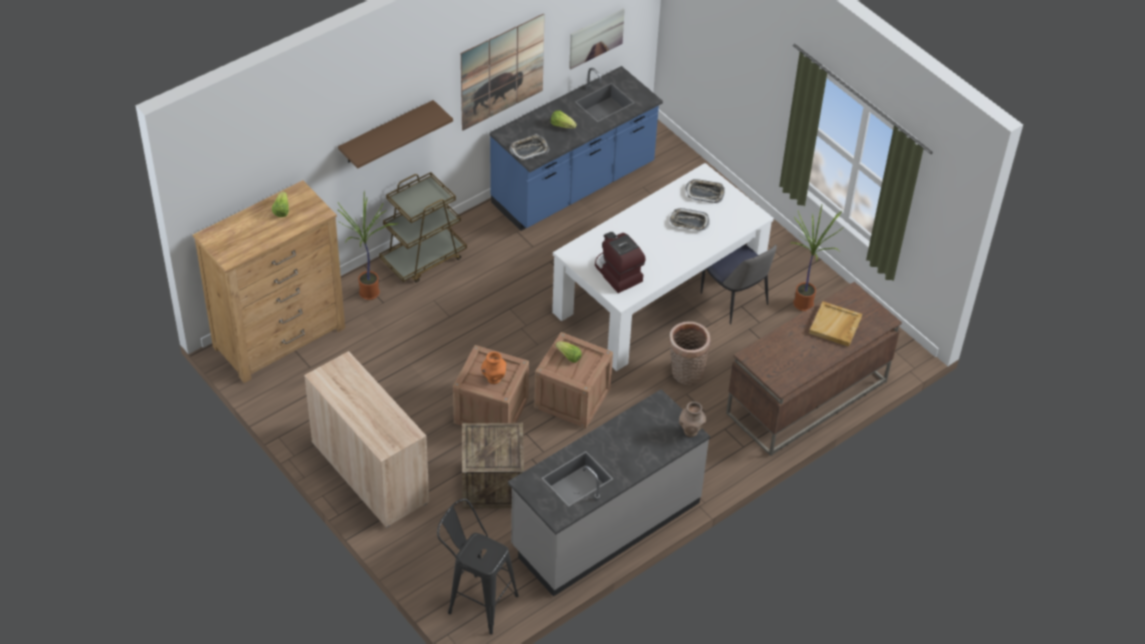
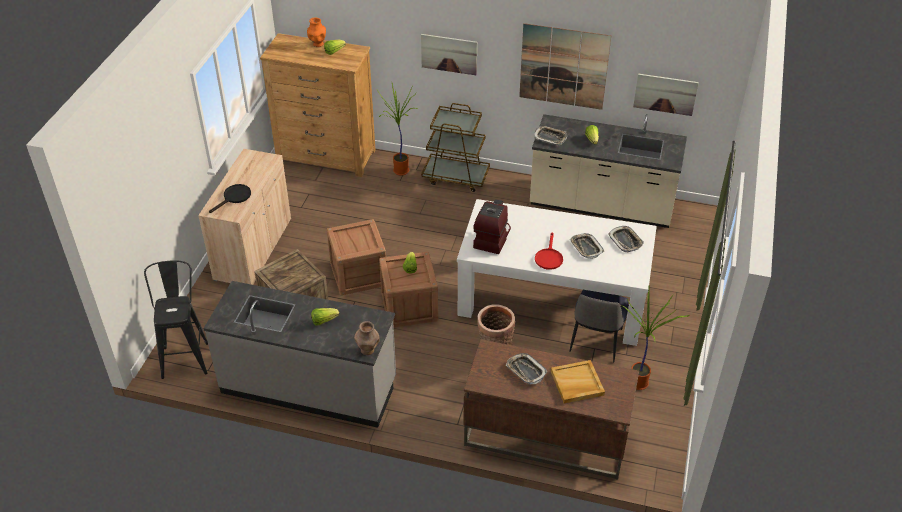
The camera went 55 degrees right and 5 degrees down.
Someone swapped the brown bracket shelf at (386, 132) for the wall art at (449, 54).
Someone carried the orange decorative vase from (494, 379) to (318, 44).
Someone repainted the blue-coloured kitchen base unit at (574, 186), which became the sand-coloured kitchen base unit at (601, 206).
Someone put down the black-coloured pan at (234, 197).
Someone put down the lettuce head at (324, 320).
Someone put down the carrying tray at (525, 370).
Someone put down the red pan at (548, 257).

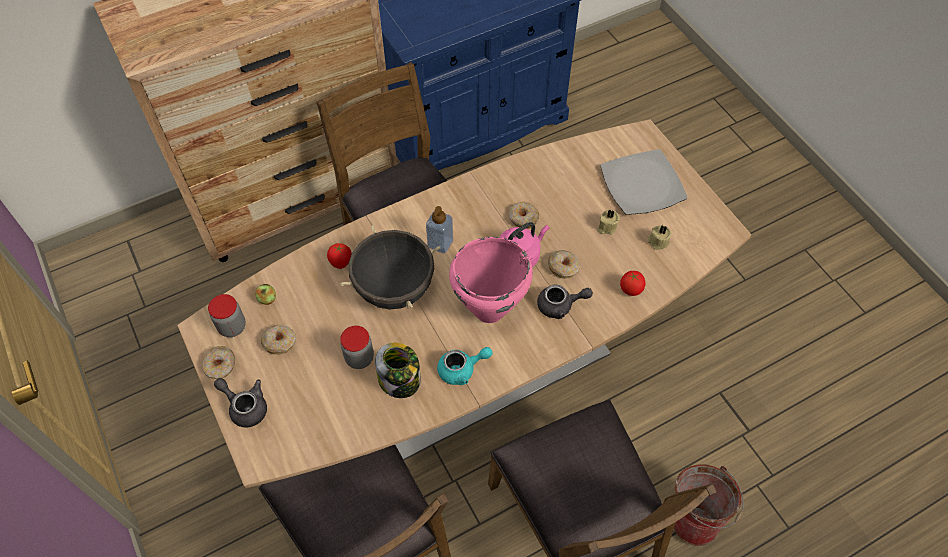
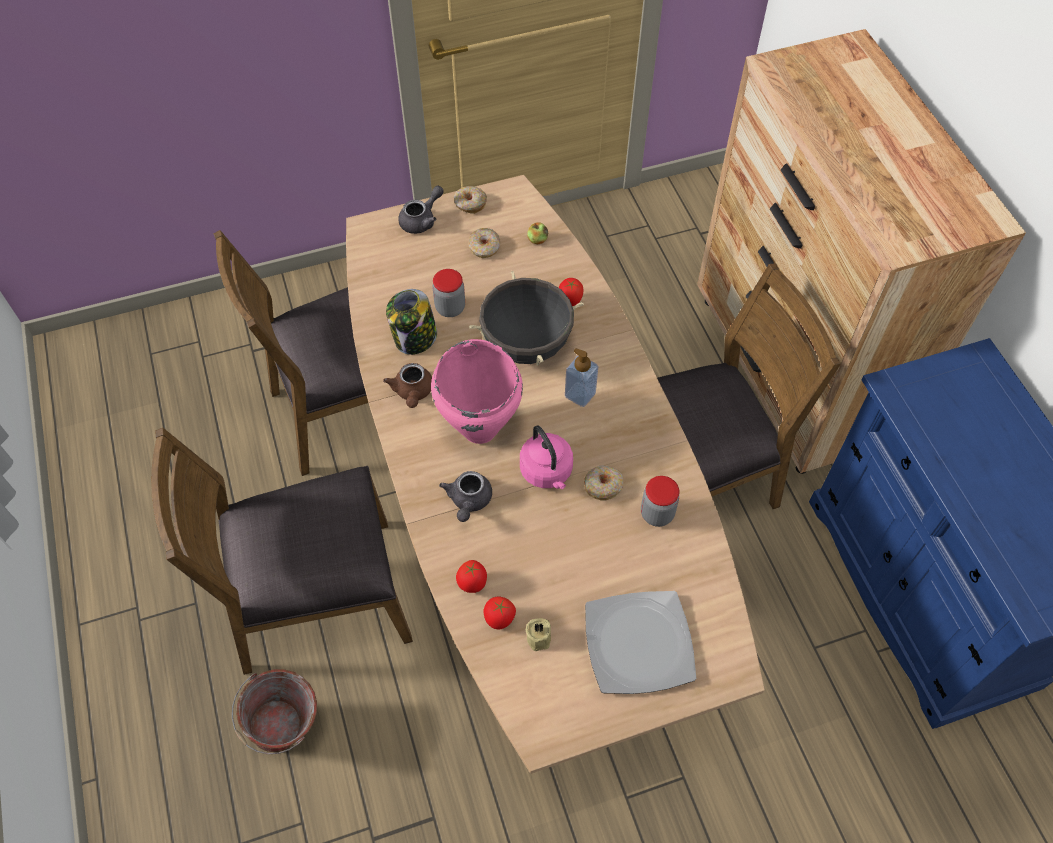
The camera went 100 degrees right and 0 degrees up.
Someone carried the jar from (232, 327) to (657, 513).
Someone repainted the turquoise-coloured pot for tea at (462, 370), which became the brown pot for tea at (412, 392).
Someone took away the doughnut at (563, 267).
Someone took away the sand-coloured wax light at (606, 227).
Someone put down the fresh tomato at (499, 620).

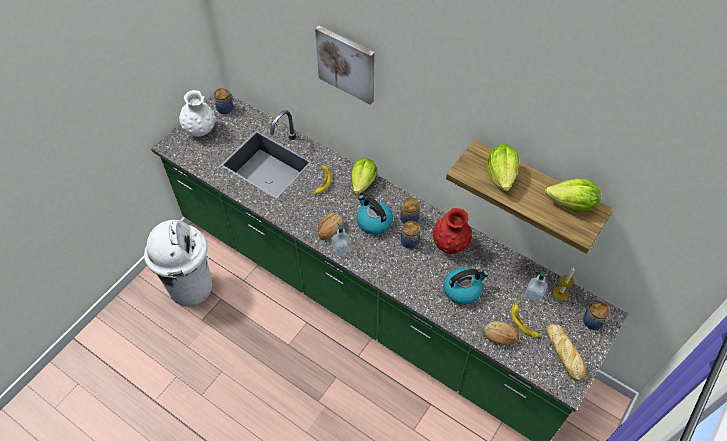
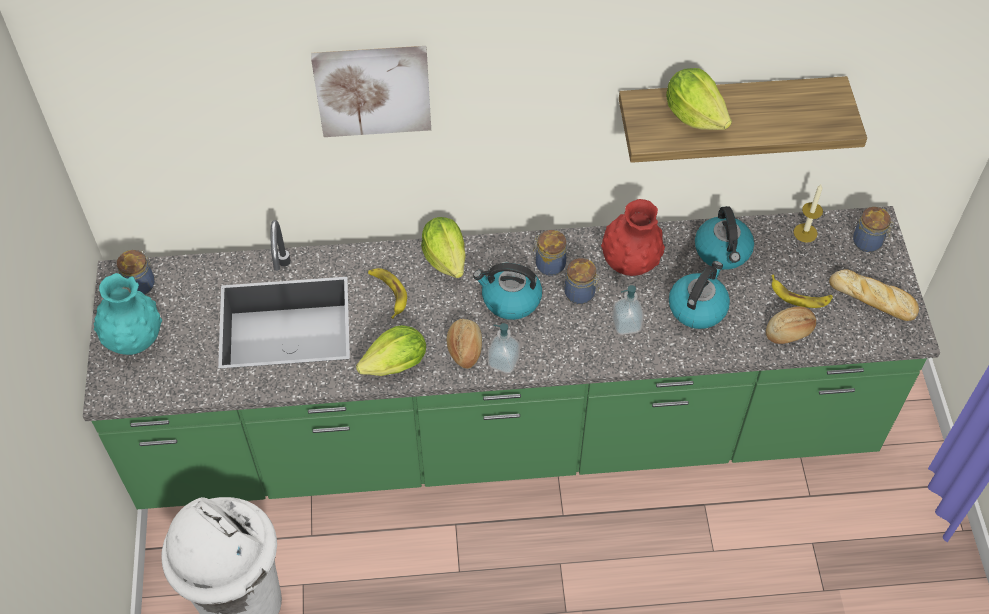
The camera went 40 degrees left and 0 degrees up.
Someone repainted the white decorative vase at (200, 130), which became the turquoise-coloured decorative vase at (135, 339).
Someone carried the soap dispenser from (534, 294) to (626, 324).
Someone carried the lettuce head from (572, 205) to (396, 364).
Someone put down the kettle at (723, 252).

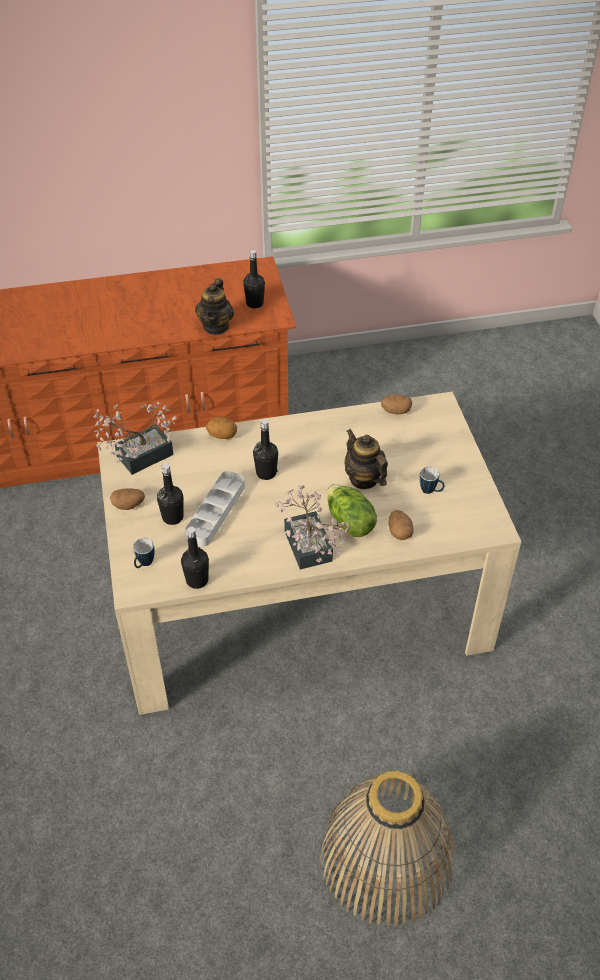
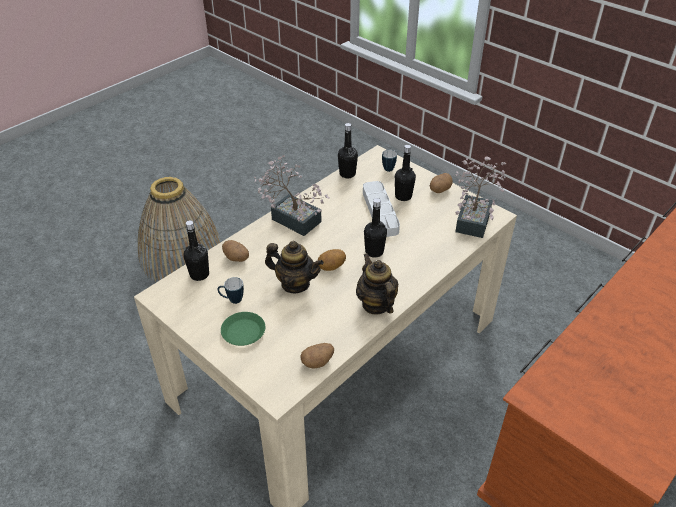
The camera went 145 degrees right and 5 degrees down.
Someone carried the pot for tea from (216, 326) to (376, 304).
Someone carried the whole potato from (222, 435) to (331, 267).
Someone carried the black-coloured beverage bottle from (255, 303) to (199, 274).
Someone took away the lettuce head at (349, 522).
Someone put down the greenish dinner plate at (243, 332).

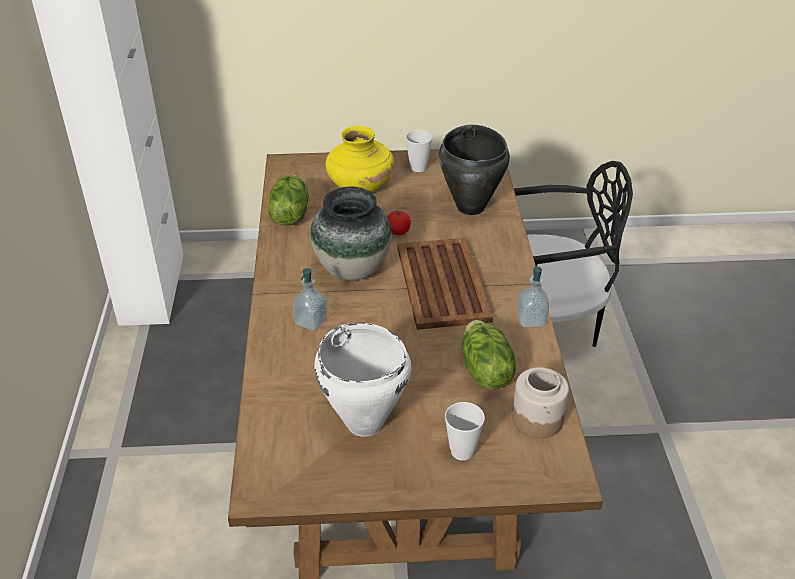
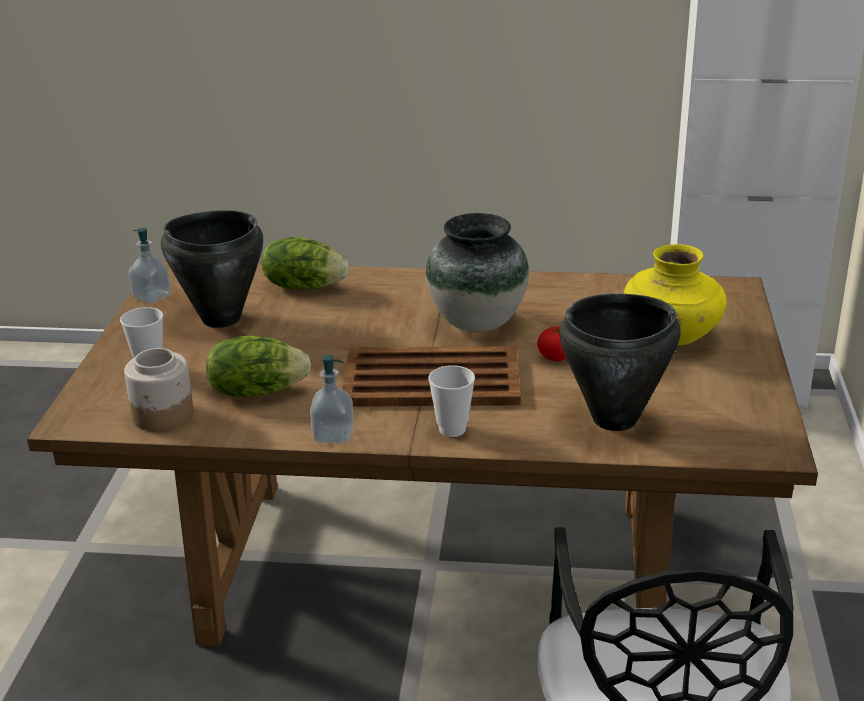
The camera went 100 degrees right and 10 degrees down.
Someone carried the lettuce head from (289, 215) to (304, 286).
Someone carried the soap dispenser from (311, 321) to (152, 297).
Someone repainted the white stockpot at (364, 423), which became the black-coloured stockpot at (220, 319).
Someone carried the drinking cup from (418, 168) to (452, 429).

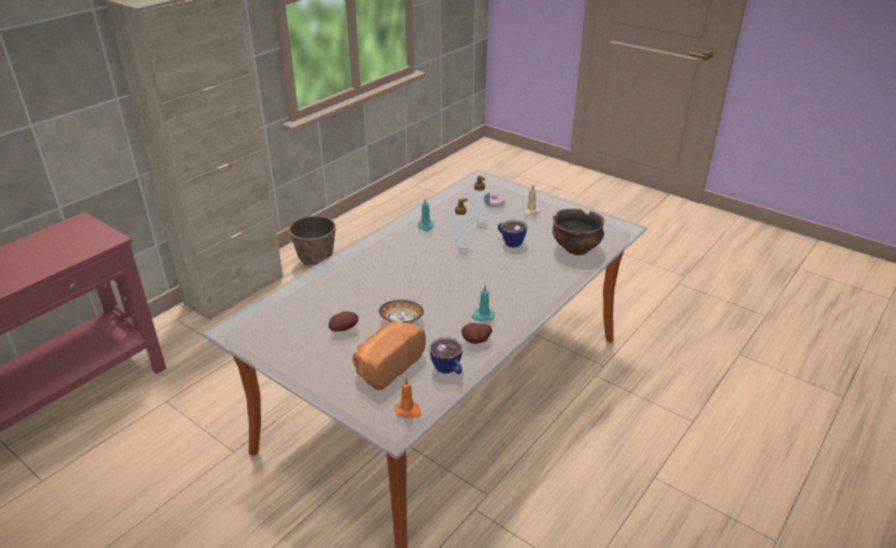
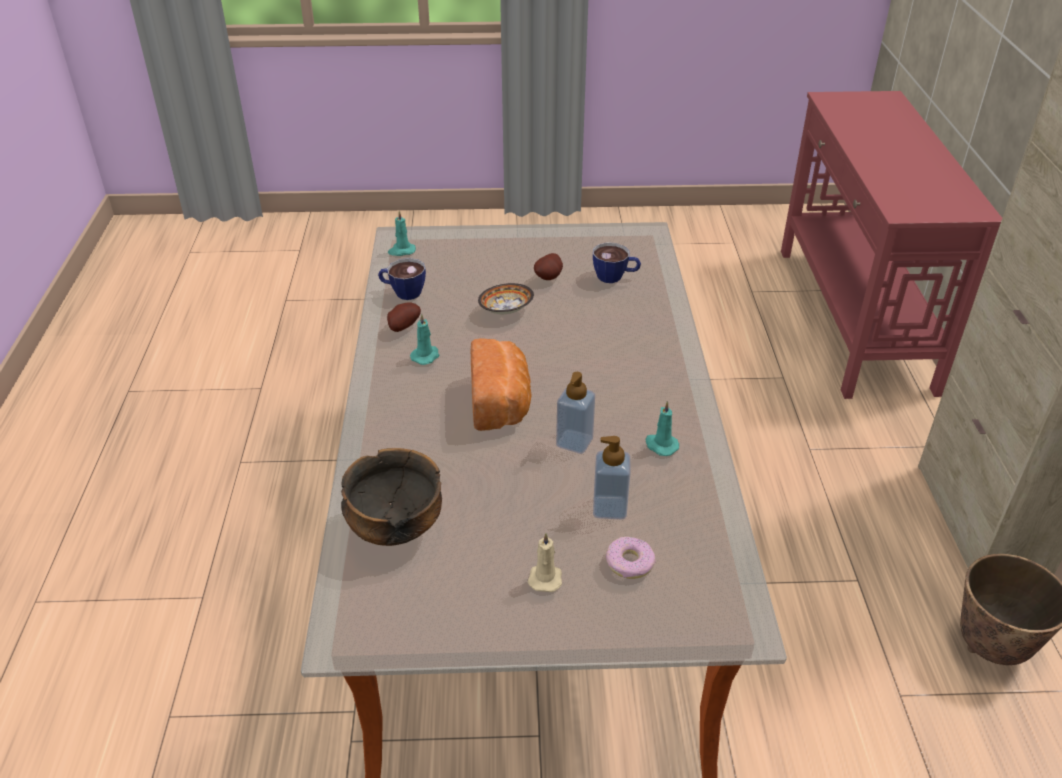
The camera went 140 degrees right and 5 degrees up.
Someone carried the bread from (387, 366) to (501, 403).
Someone repainted the orange wax light at (408, 411), which became the turquoise-coloured wax light at (401, 251).
Someone carried the drinking cup from (510, 241) to (615, 277).

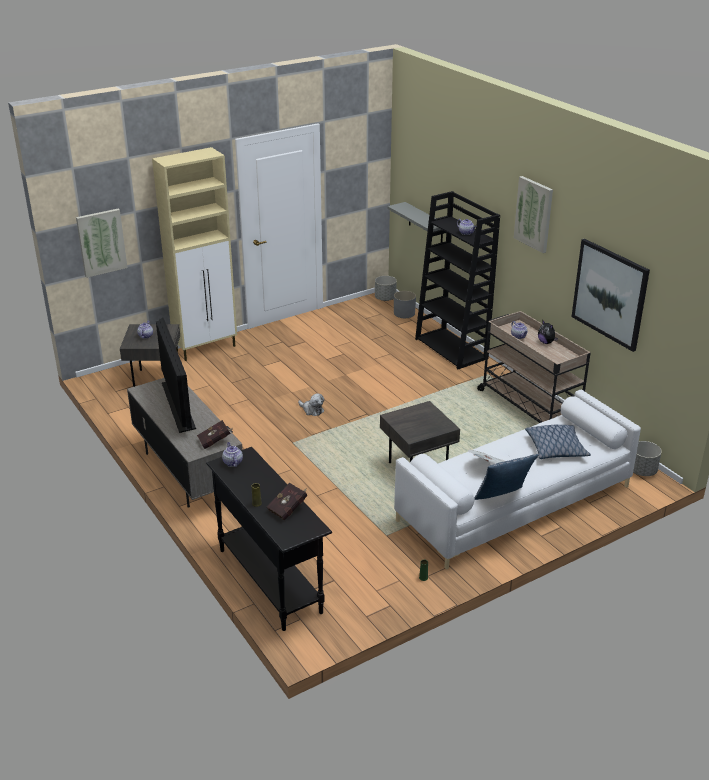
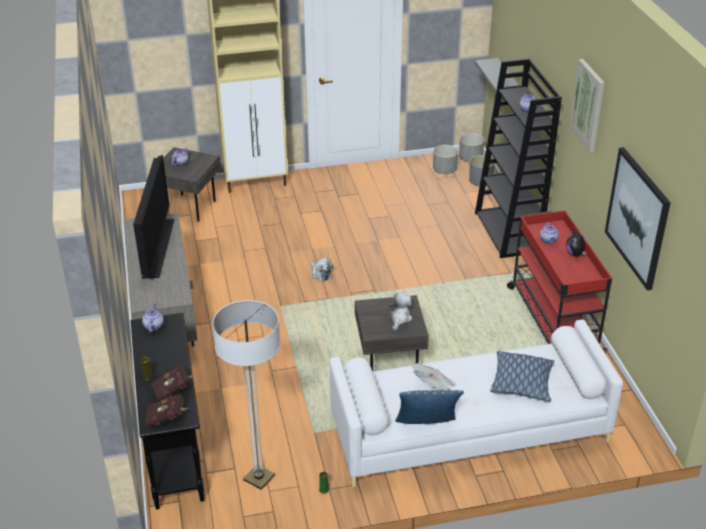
The camera went 20 degrees right and 5 degrees up.
Someone took away the wall art at (101, 242).
Someone carried the red book from (216, 441) to (167, 418).
Someone repainted the sand-coloured trolley at (528, 407), which became the red trolley at (552, 320).
Someone carried the gray flower pot from (642, 471) to (444, 171).
Someone put down the standard lamp at (259, 478).
Someone put down the soft toy at (399, 318).

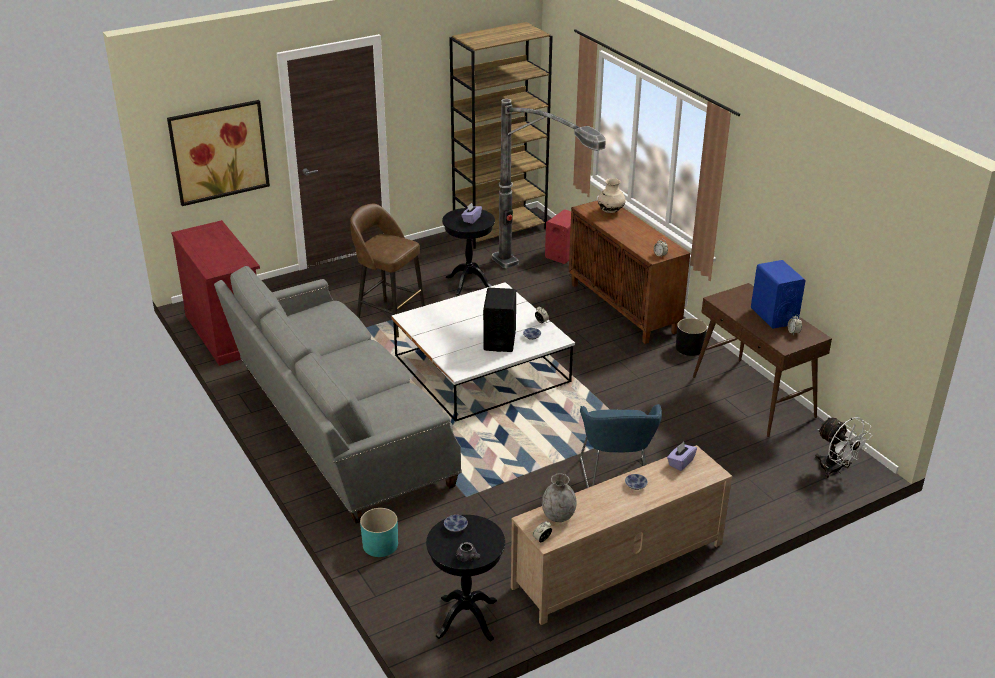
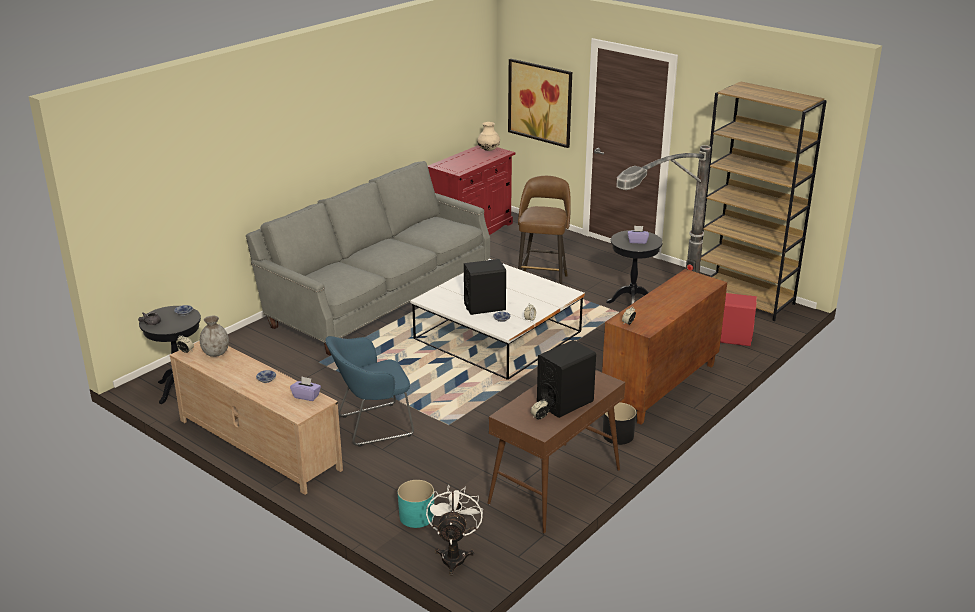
The camera went 70 degrees right and 5 degrees down.
Someone carried the turquoise-coloured flower pot from (380, 545) to (416, 517).
Someone carried the sand-coloured decorative vase from (610, 211) to (488, 150).
Someone repainted the blue-coloured speaker at (773, 316), which became the black-coloured speaker at (565, 402).
Someone rotated the white fan at (835, 470) by 150 degrees clockwise.

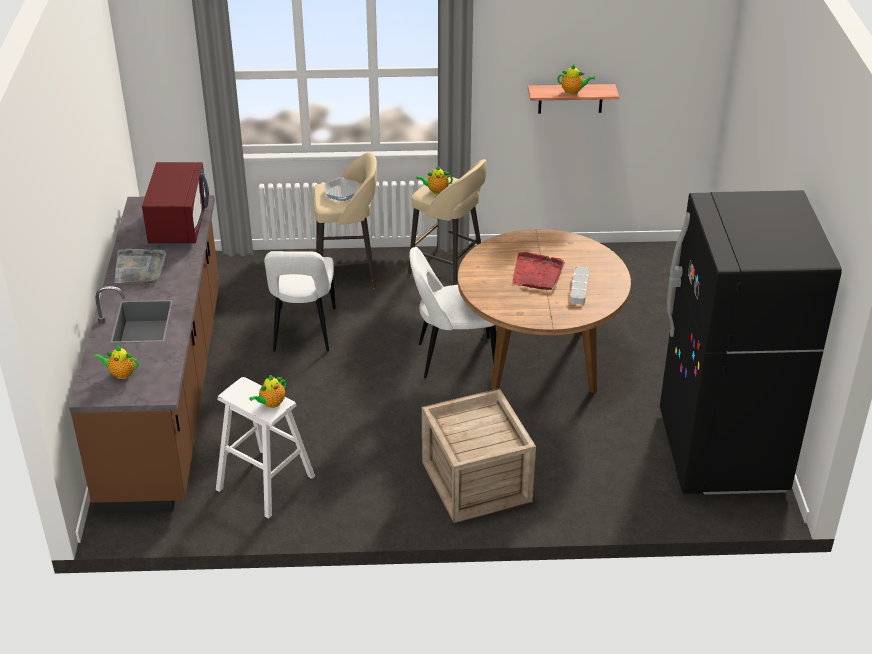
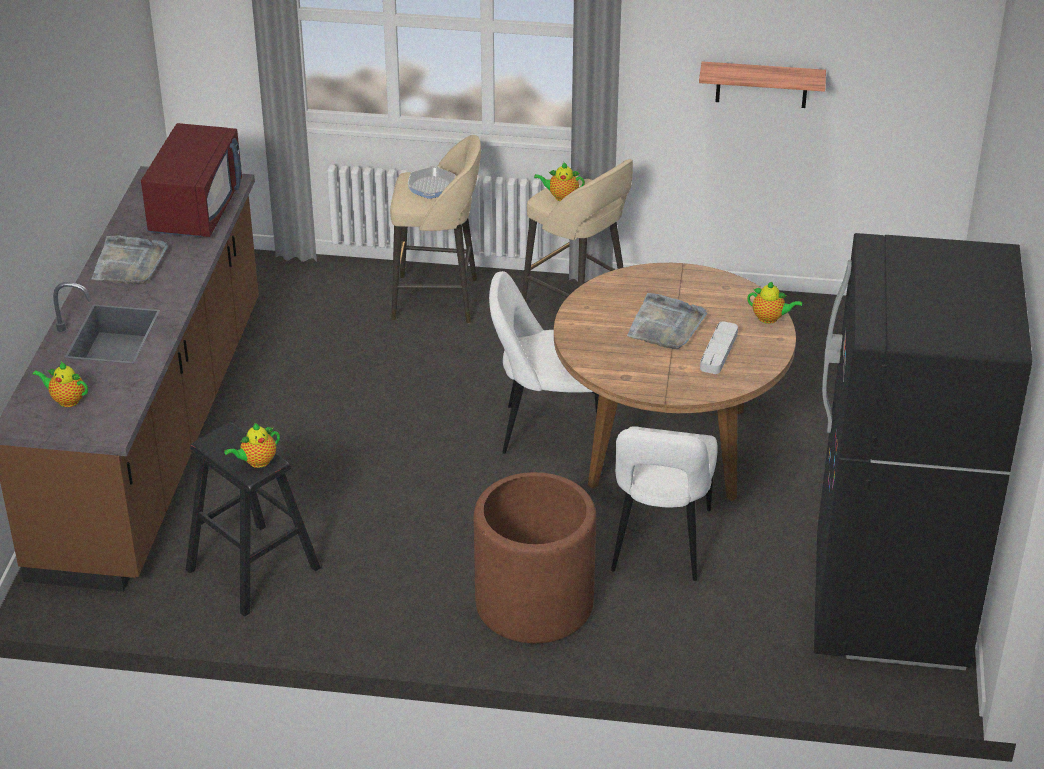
The camera went 10 degrees right and 0 degrees up.
Someone repainted the white stool seat at (265, 483), which became the black-coloured stool seat at (253, 569).
Someone carried the white chair from (303, 332) to (659, 544).
Someone swapped the crate at (476, 483) for the brown flower pot at (534, 603).
Someone repainted the red carrying tray at (537, 273), which became the gray carrying tray at (666, 325).
Someone carried the pot for tea from (573, 91) to (770, 318).

